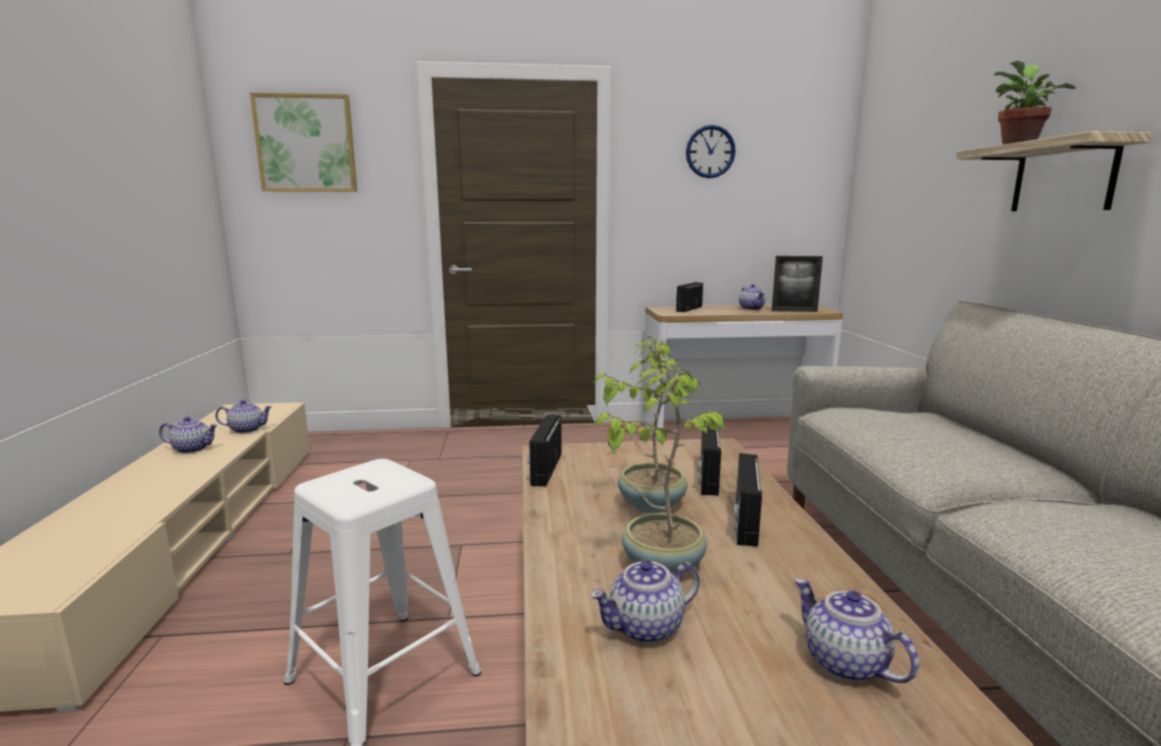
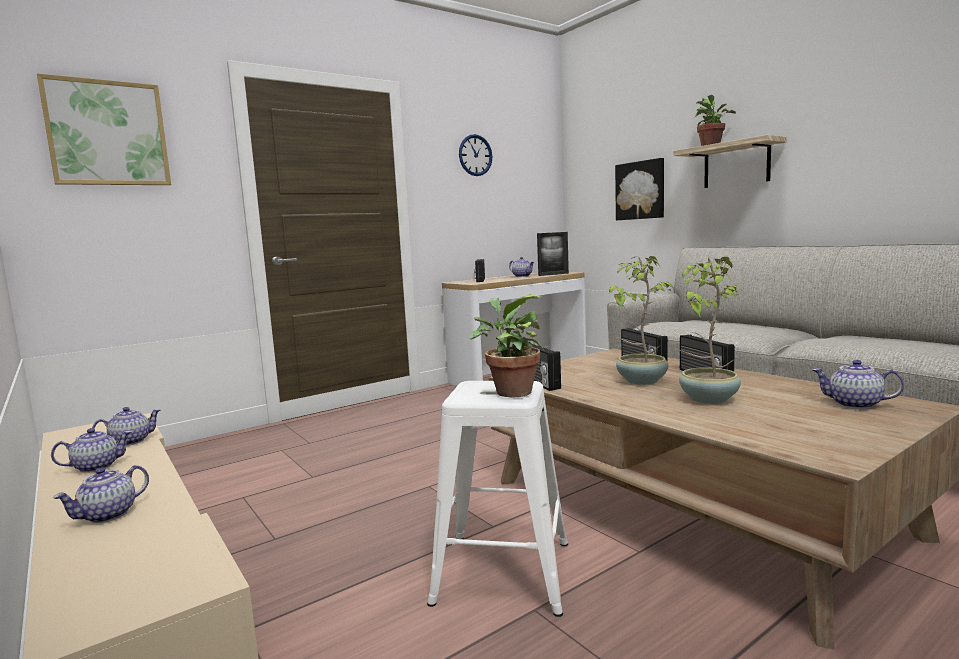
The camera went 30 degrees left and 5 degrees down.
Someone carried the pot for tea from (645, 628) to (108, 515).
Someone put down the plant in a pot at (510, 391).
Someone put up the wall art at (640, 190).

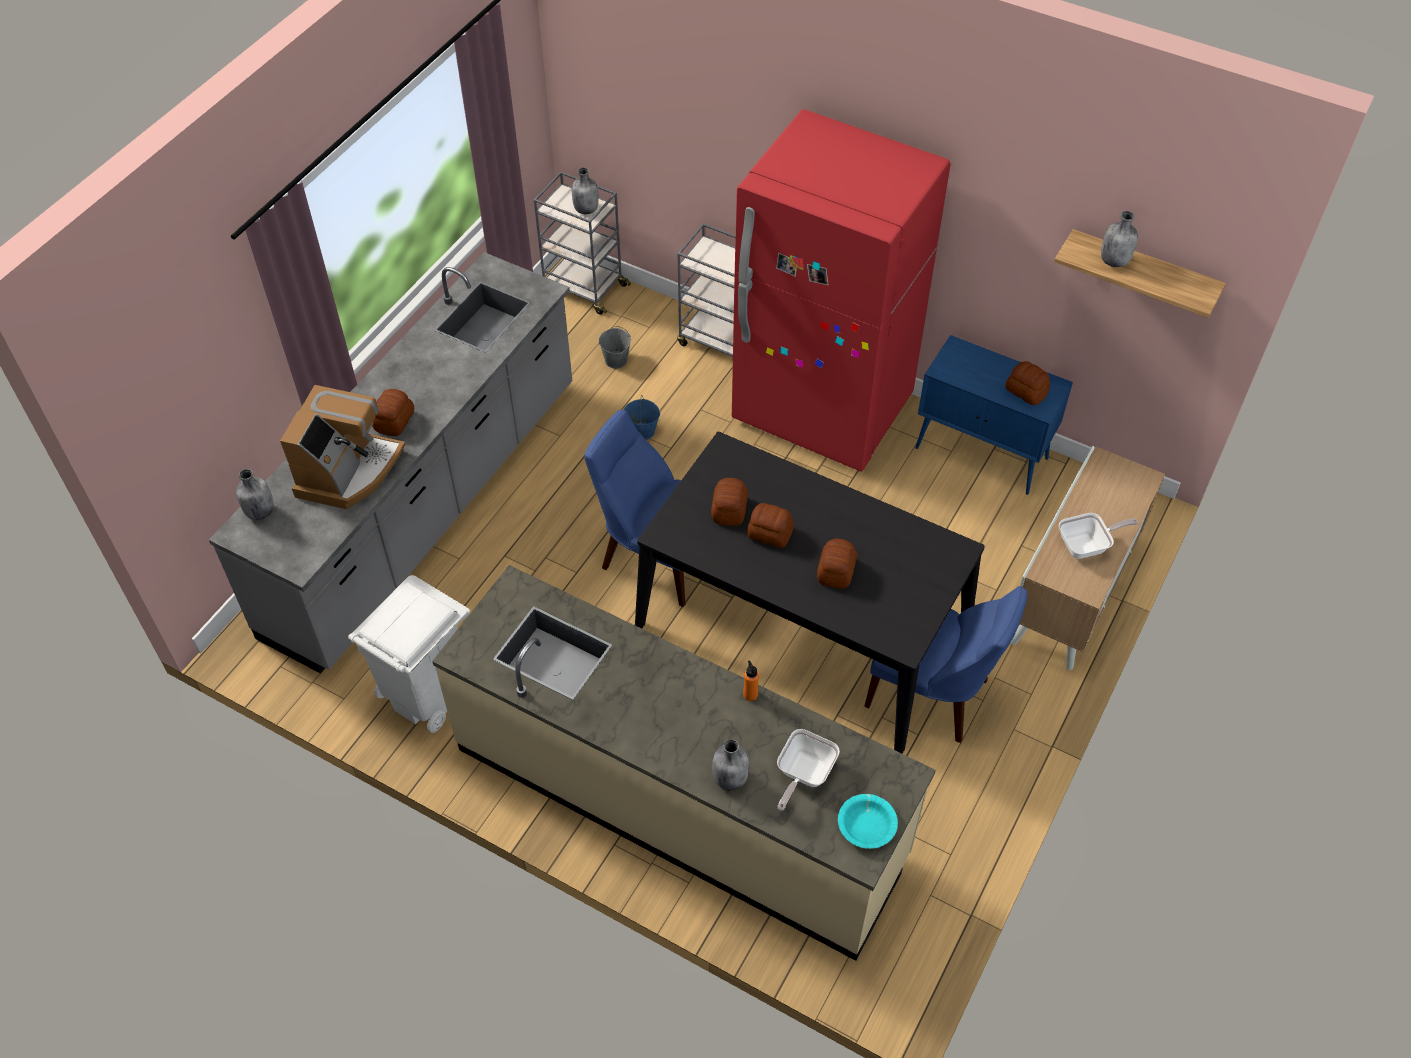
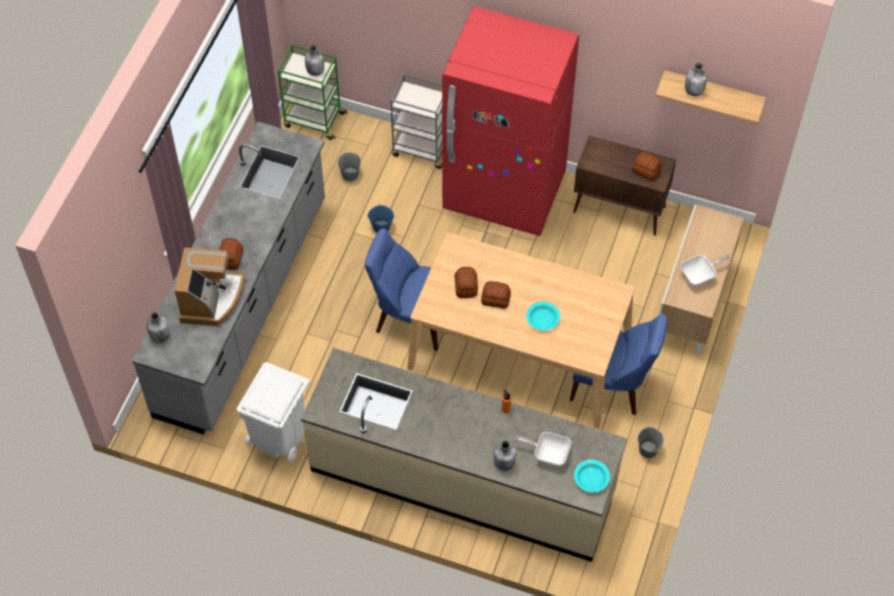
The camera went 10 degrees left and 5 degrees up.
Someone repainted the gray trolley at (583, 288), which became the greenish trolley at (313, 120).
Someone repainted the black-coloured dinner table at (802, 626), which became the sand-coloured dinner table at (519, 352).
Someone rotated the pan at (803, 774) by 90 degrees clockwise.
Someone swapped the bread at (835, 571) for the turquoise-coloured bowl at (542, 319).
Someone repainted the blue-coloured storage cabinet at (982, 454), which became the brown storage cabinet at (620, 209).
Someone put down the gray bucket at (648, 450).

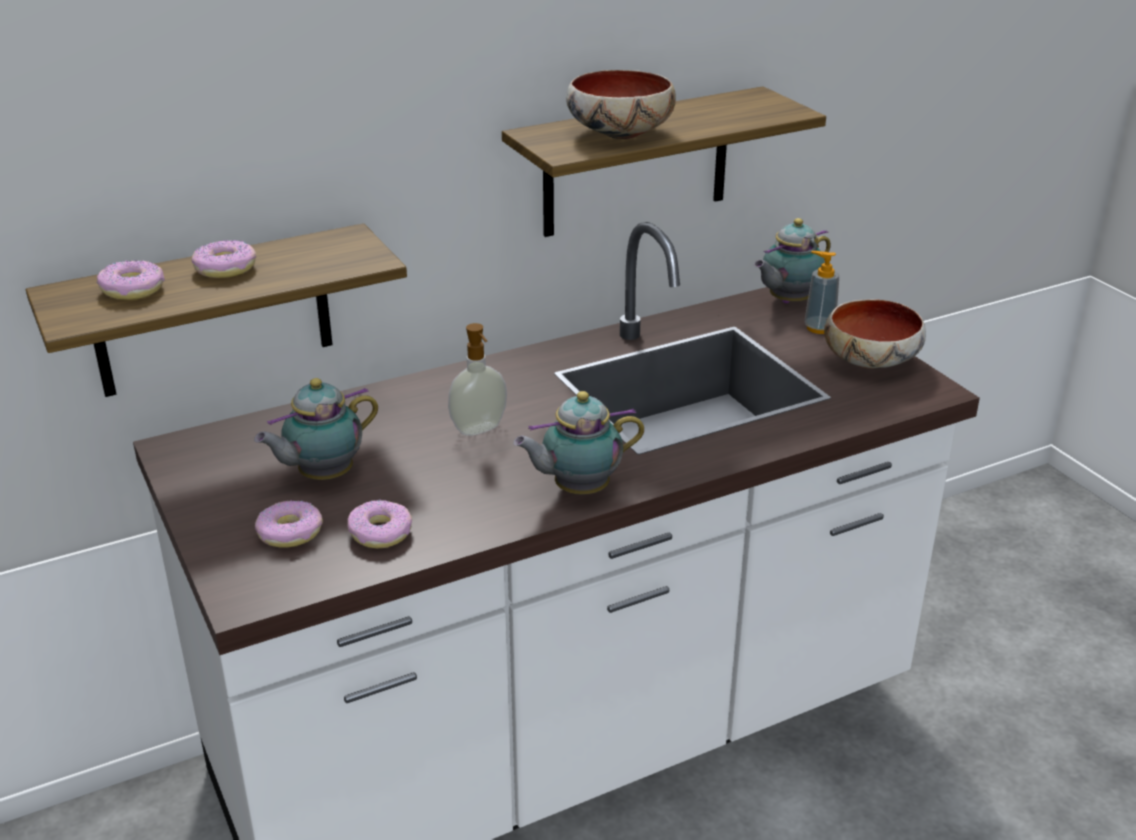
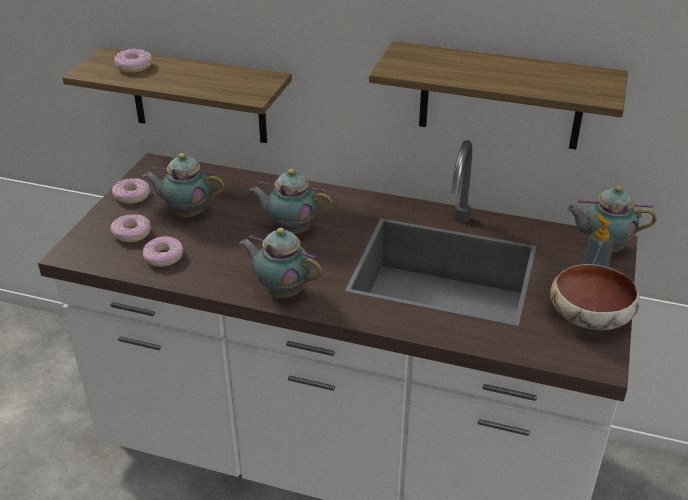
The camera went 45 degrees right and 5 degrees up.
Someone carried the doughnut from (225, 268) to (132, 196).
Someone swapped the soap dispenser at (480, 429) for the pot for tea at (291, 230).
Someone took away the bowl at (618, 134).

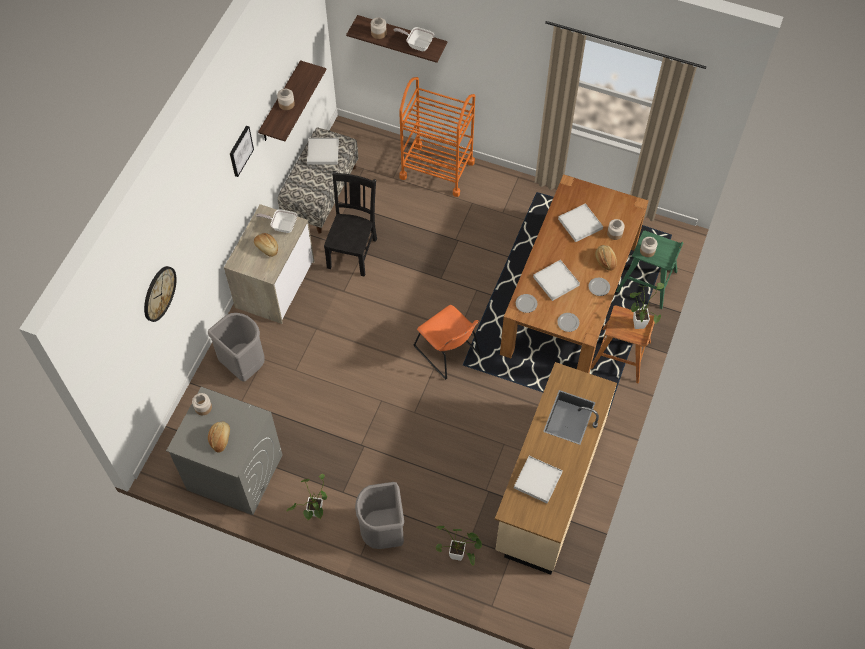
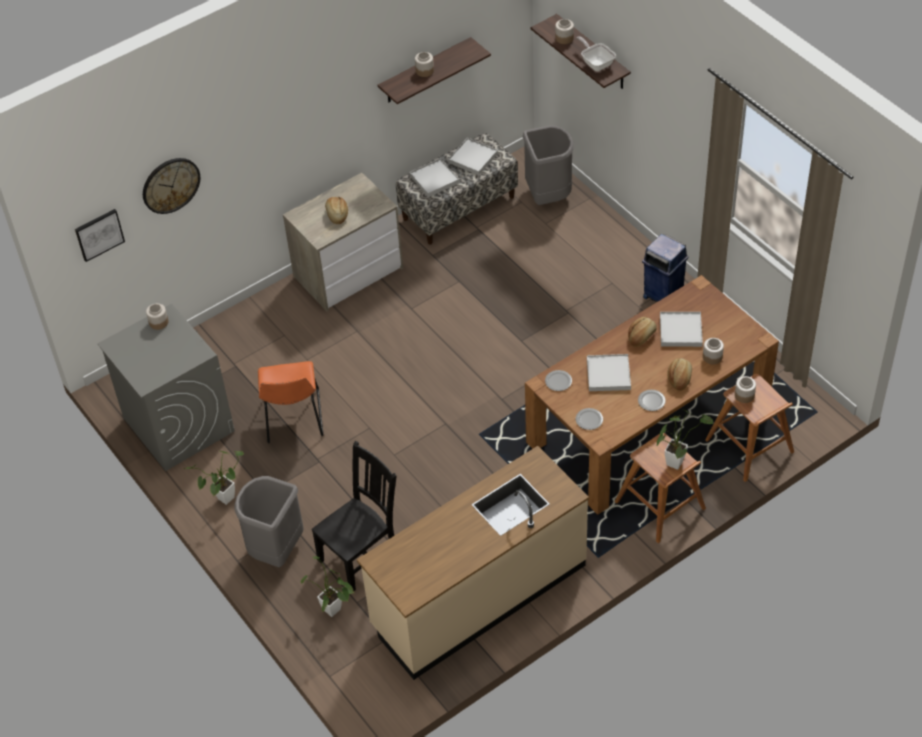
The camera went 35 degrees right and 10 degrees down.
Someone carried the gray waste bin from (244, 365) to (548, 196).
Someone carried the bread from (220, 439) to (641, 336).
Someone carried the wall art from (240, 151) to (99, 234).
Someone took away the pan at (282, 226).
Someone carried the black-coloured chair from (353, 251) to (361, 555).
Someone took away the orange trolley at (437, 169).
Someone carried the orange chair from (448, 352) to (293, 419).
Someone carried the white carrying tray from (538, 480) to (434, 179).
Someone repainted the greenish stool seat at (647, 282), which became the brown stool seat at (749, 447).
Someone put down the blue-coloured waste bin at (663, 294).

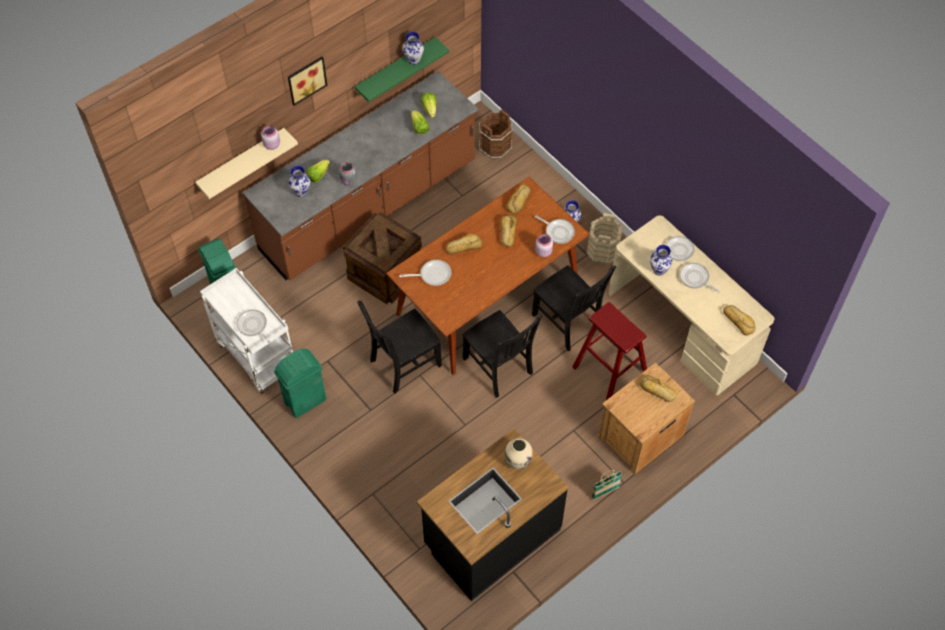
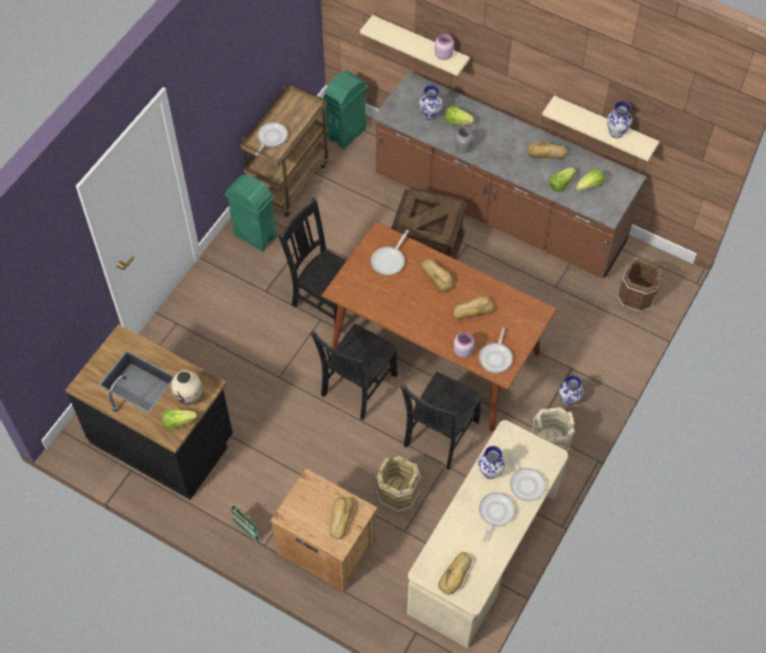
The camera went 70 degrees right and 0 degrees up.
Someone repainted the white trolley at (255, 355), which became the brown trolley at (289, 179).
Someone took away the wall art at (306, 79).
Someone repainted the greenish bracket shelf at (396, 70), which became the sand-coloured bracket shelf at (604, 127).
Someone rotated the pan at (432, 274) by 60 degrees clockwise.
Someone carried the bread from (519, 201) to (546, 154).
Someone swapped the red stool seat at (609, 368) for the brown bucket at (398, 492).
Someone put down the lettuce head at (178, 422).

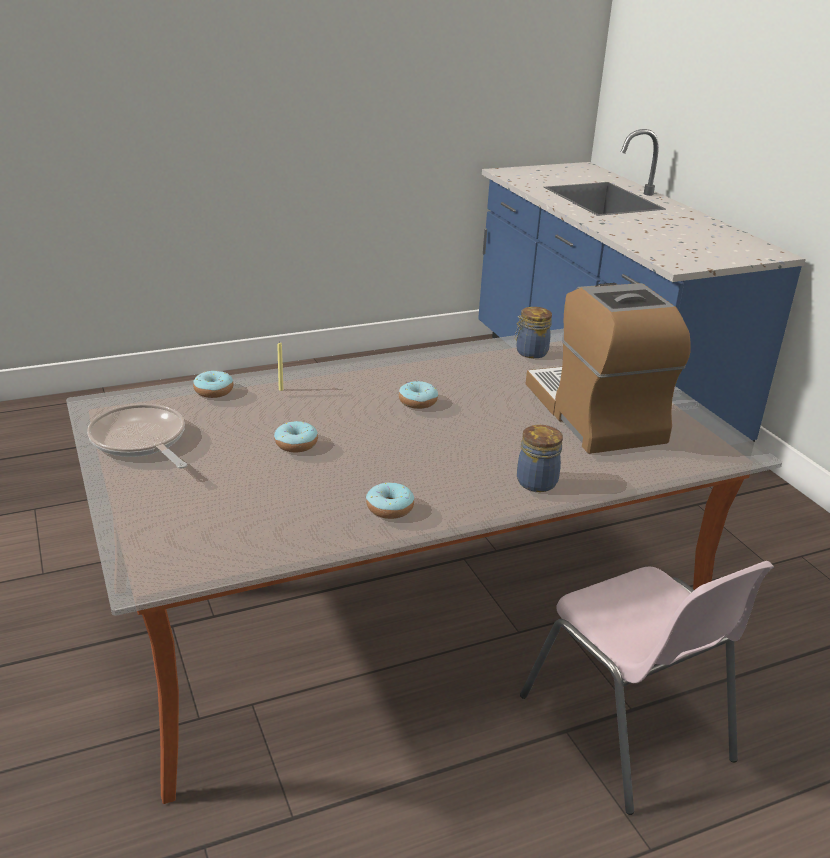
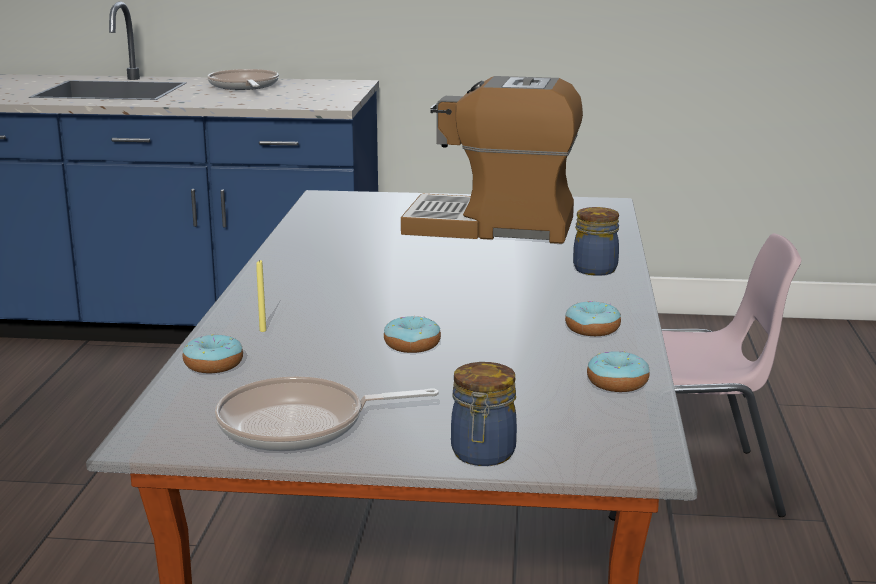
The camera went 60 degrees left and 10 degrees down.
Someone carried the doughnut from (418, 402) to (617, 383).
Someone carried the jar from (530, 352) to (482, 455).
Someone put down the pan at (244, 86).

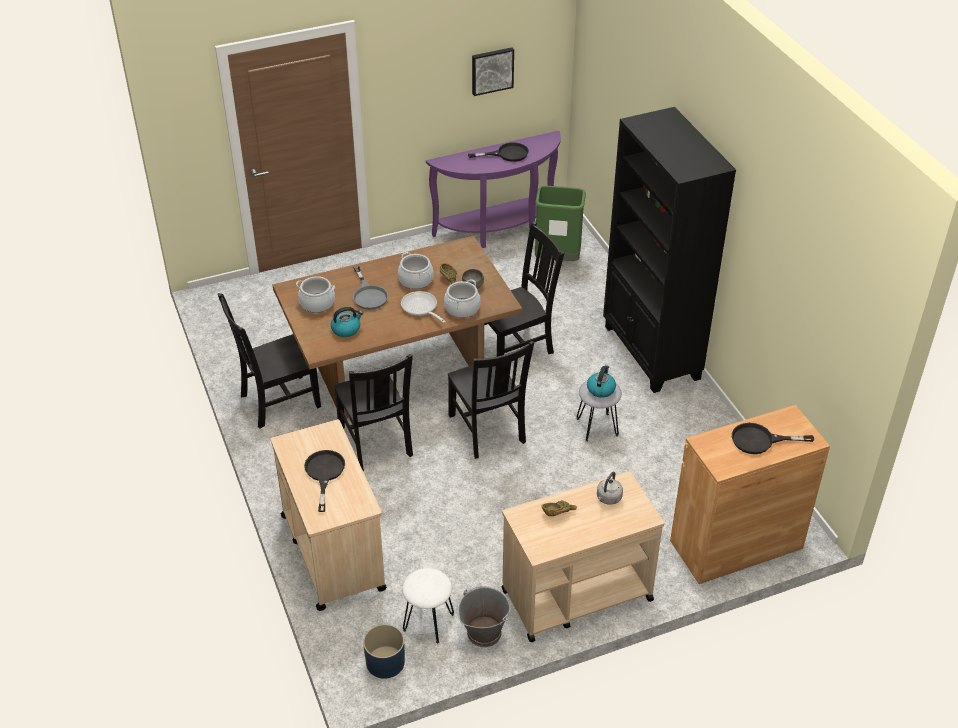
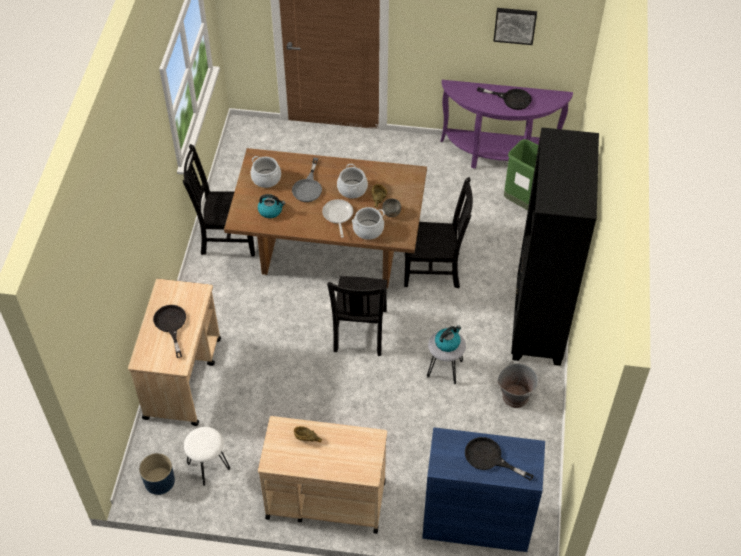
The camera went 30 degrees right and 10 degrees up.
Someone rotated the black-coloured pan at (324, 474) by 45 degrees counterclockwise.
Someone took away the black-coloured chair at (376, 443).
Someone carried the gray bucket from (484, 632) to (515, 396).
Someone took away the gray kettle at (608, 498).
Someone repainted the brown storage cabinet at (736, 544), which became the blue-coloured storage cabinet at (476, 521).

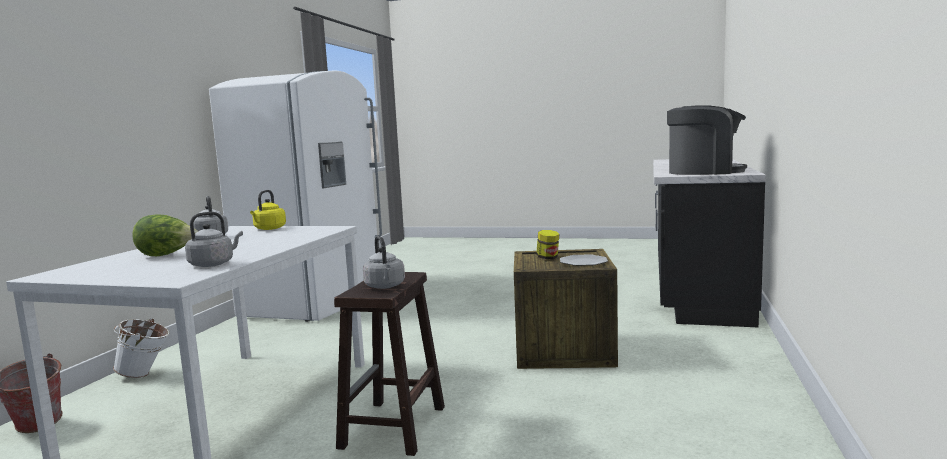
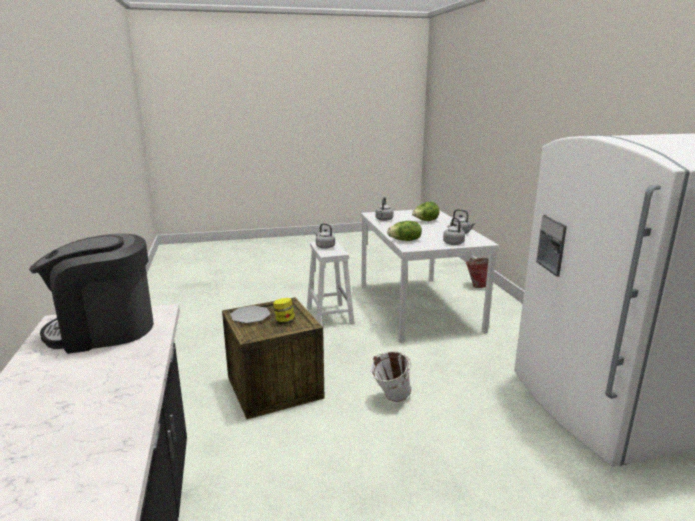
The camera went 150 degrees right and 10 degrees up.
Someone carried the white bucket from (145, 375) to (390, 399).
Someone repainted the yellowish kettle at (269, 229), which became the gray kettle at (452, 243).
Someone repainted the brown stool seat at (393, 428), which became the white stool seat at (329, 315).
Someone put down the lettuce head at (405, 240).

